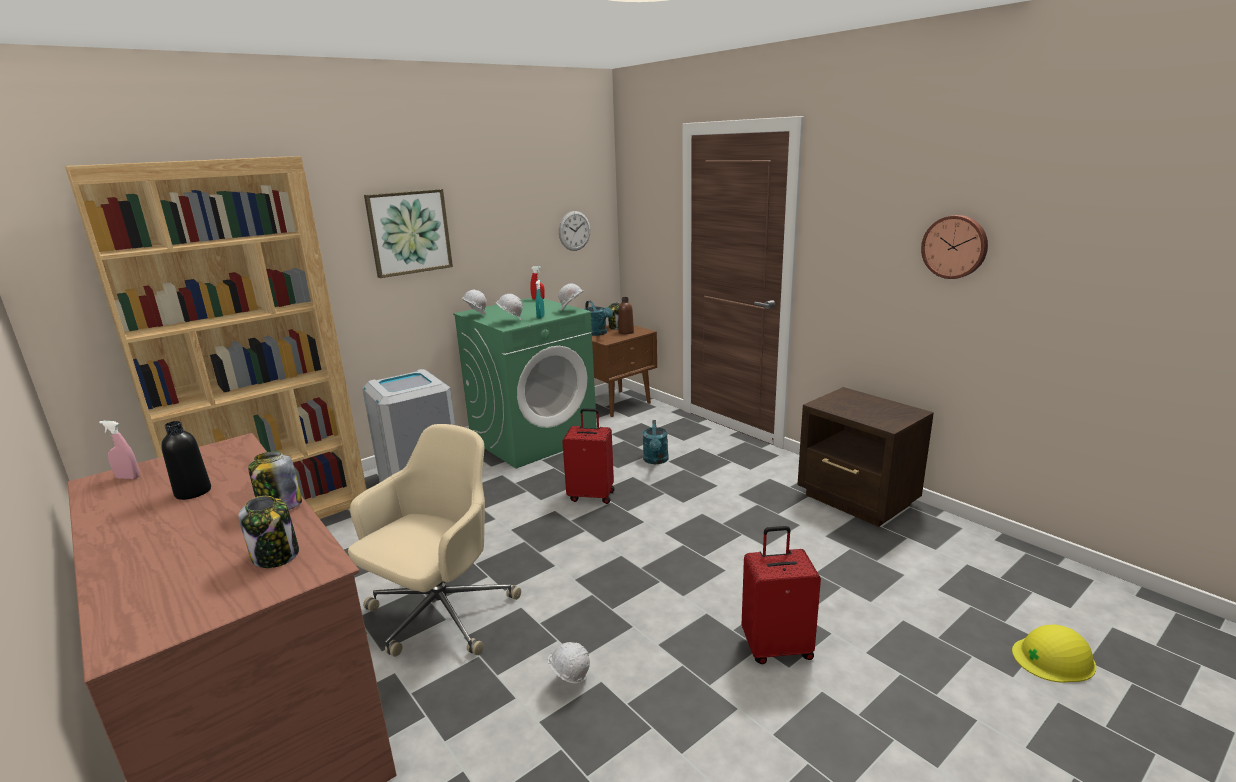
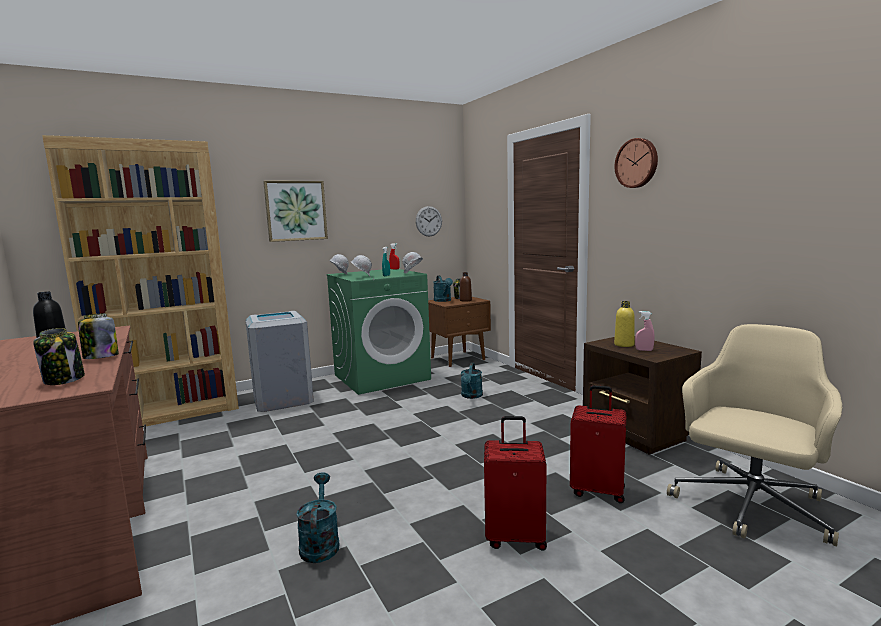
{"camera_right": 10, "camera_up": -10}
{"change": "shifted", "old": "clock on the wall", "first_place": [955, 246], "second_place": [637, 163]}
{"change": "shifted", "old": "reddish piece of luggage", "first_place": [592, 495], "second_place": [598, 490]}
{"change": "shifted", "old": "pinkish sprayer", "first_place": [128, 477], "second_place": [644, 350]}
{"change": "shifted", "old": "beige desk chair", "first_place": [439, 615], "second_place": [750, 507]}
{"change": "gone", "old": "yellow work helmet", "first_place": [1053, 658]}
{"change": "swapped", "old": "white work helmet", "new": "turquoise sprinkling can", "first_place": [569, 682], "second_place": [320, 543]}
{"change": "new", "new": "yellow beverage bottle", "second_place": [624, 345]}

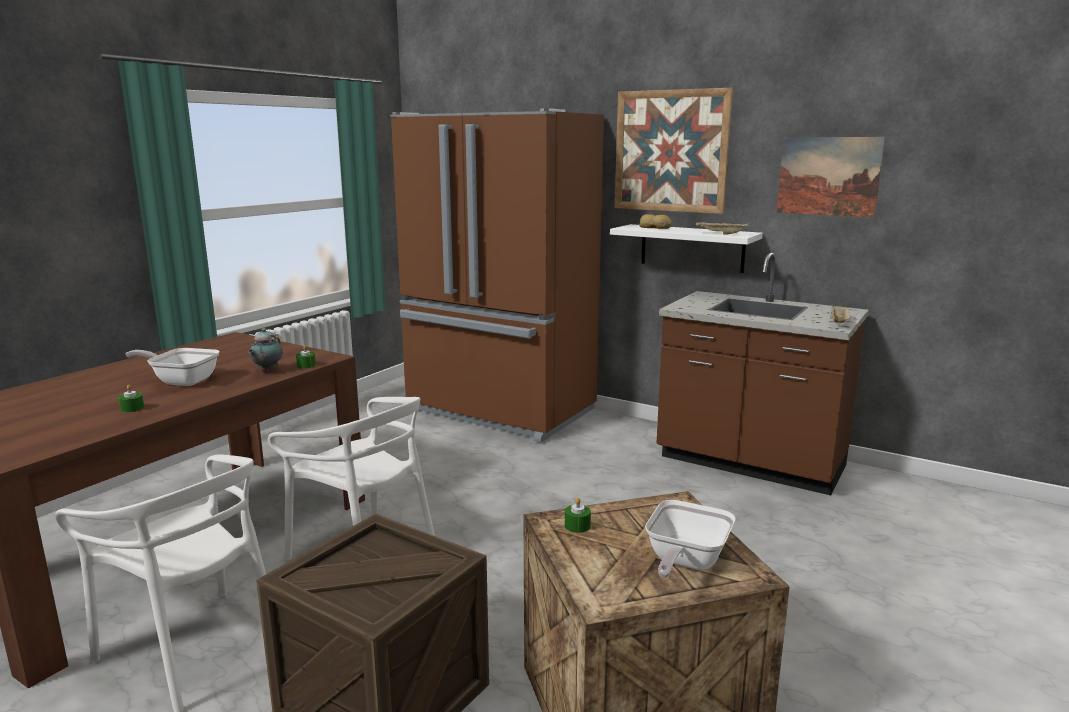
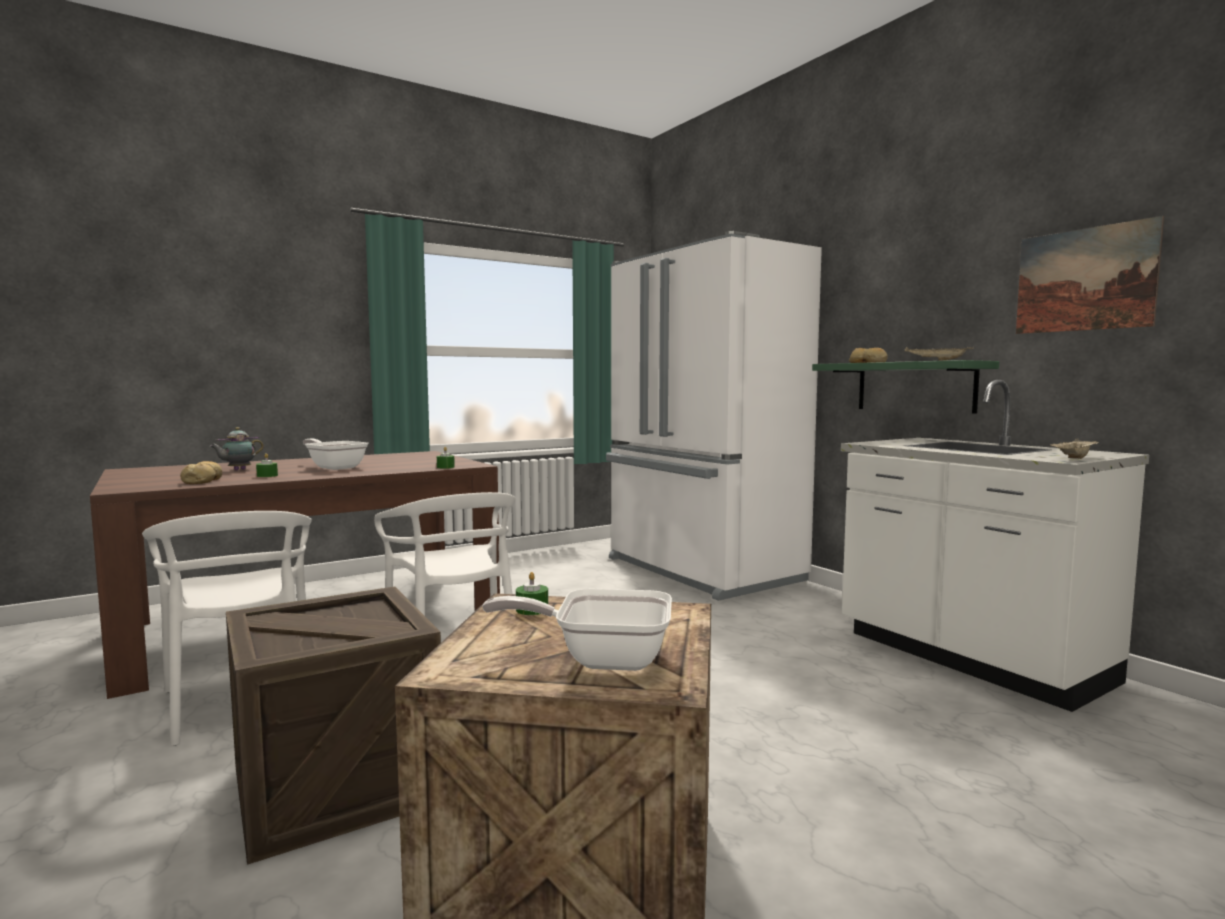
{"camera_right": 25, "camera_up": -10}
{"change": "gone", "old": "wall art", "first_place": [671, 151]}
{"change": "repainted", "old": "brown-coloured fridge", "new": "white fridge", "first_place": [499, 411], "second_place": [701, 570]}
{"change": "repainted", "old": "white wall shelf", "new": "greenish wall shelf", "first_place": [692, 248], "second_place": [915, 387]}
{"change": "repainted", "old": "brown-coloured kitchen counter", "new": "white kitchen counter", "first_place": [749, 464], "second_place": [969, 658]}
{"change": "shifted", "old": "teapot", "first_place": [266, 371], "second_place": [238, 470]}
{"change": "rotated", "old": "pan", "first_place": [684, 562], "second_place": [601, 659], "degrees": 45}
{"change": "new", "new": "bread", "second_place": [203, 481]}

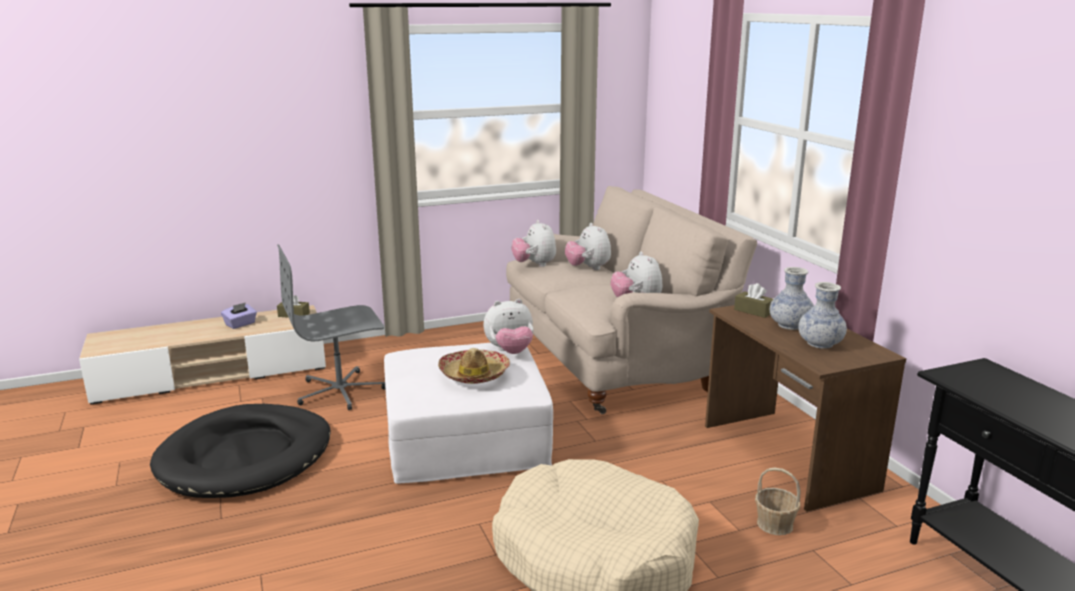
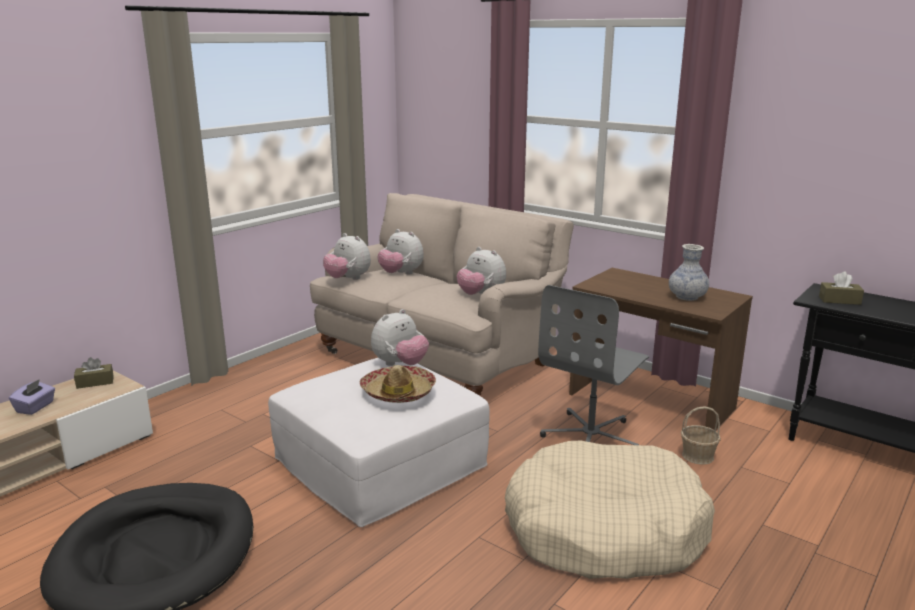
{"camera_right": -30, "camera_up": 0}
{"change": "shifted", "old": "grey desk chair", "first_place": [341, 391], "second_place": [591, 436]}
{"change": "gone", "old": "vase", "first_place": [790, 325]}
{"change": "shifted", "old": "brown-coloured tissue holder", "first_place": [753, 311], "second_place": [839, 300]}

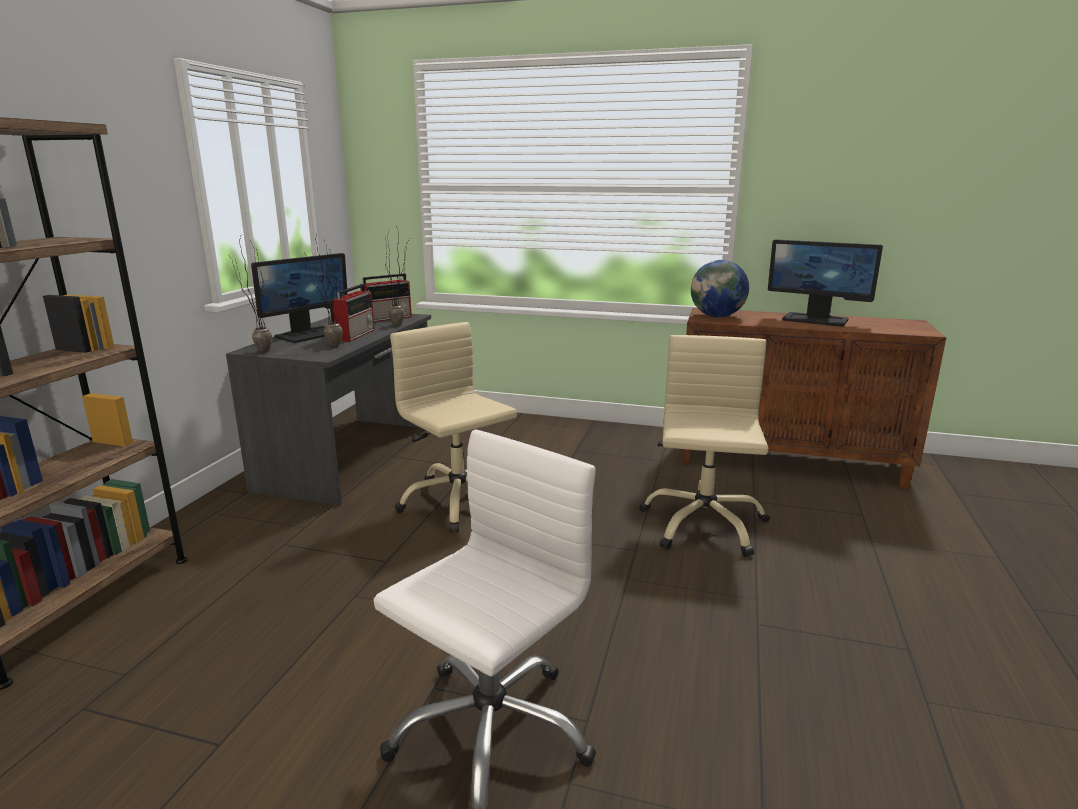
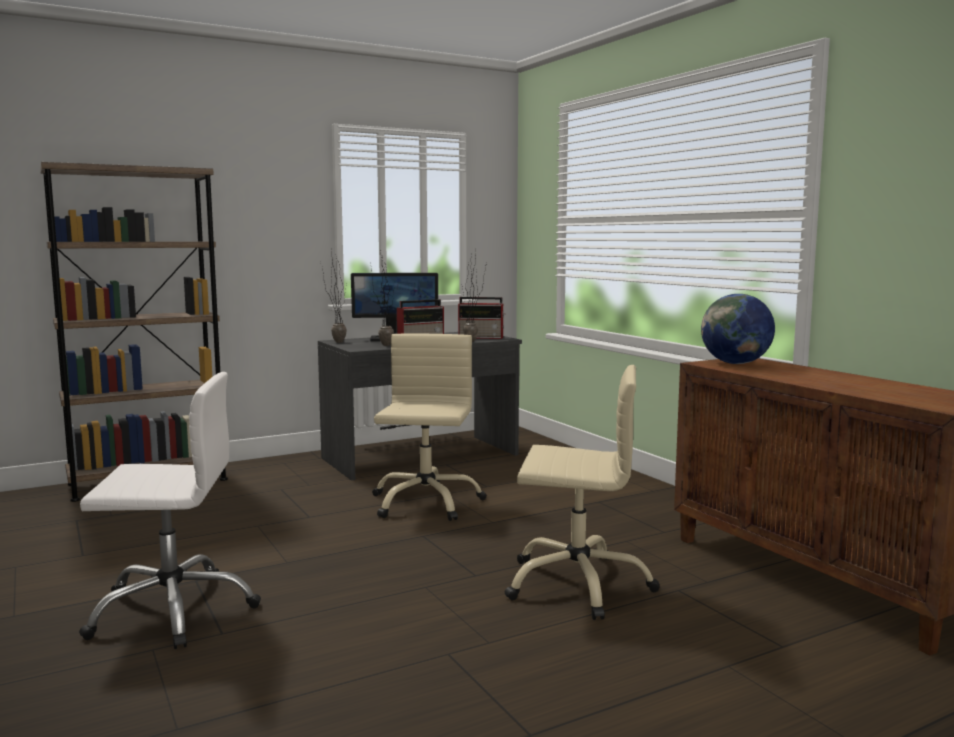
{"camera_right": 45, "camera_up": -10}
{"change": "gone", "old": "computer screen", "first_place": [815, 319]}
{"change": "rotated", "old": "beige desk chair", "first_place": [702, 524], "second_place": [578, 584], "degrees": 45}

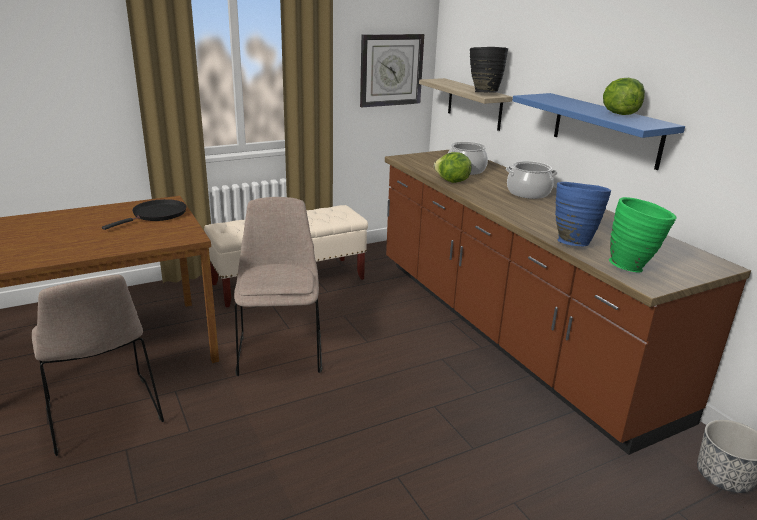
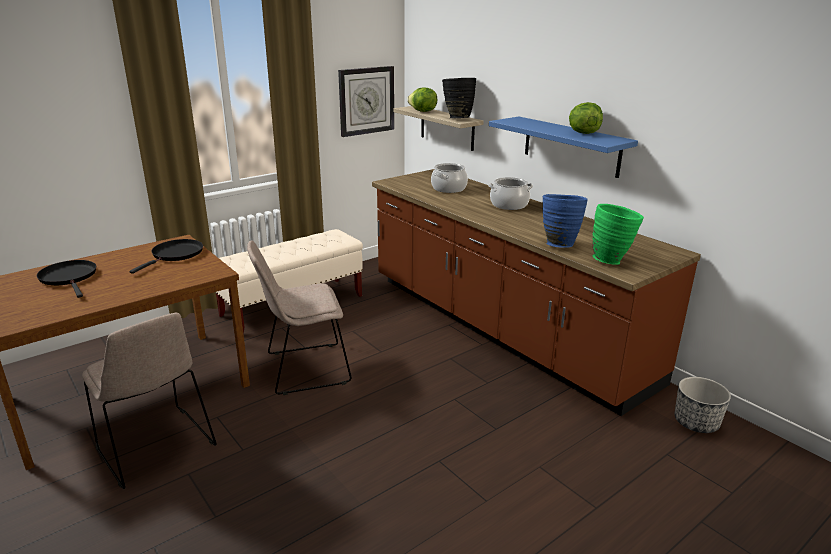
{"camera_right": -10, "camera_up": 0}
{"change": "shifted", "old": "head of lettuce", "first_place": [452, 181], "second_place": [422, 111]}
{"change": "rotated", "old": "beige chair", "first_place": [280, 351], "second_place": [304, 369], "degrees": -90}
{"change": "new", "new": "black-coloured pan", "second_place": [69, 277]}

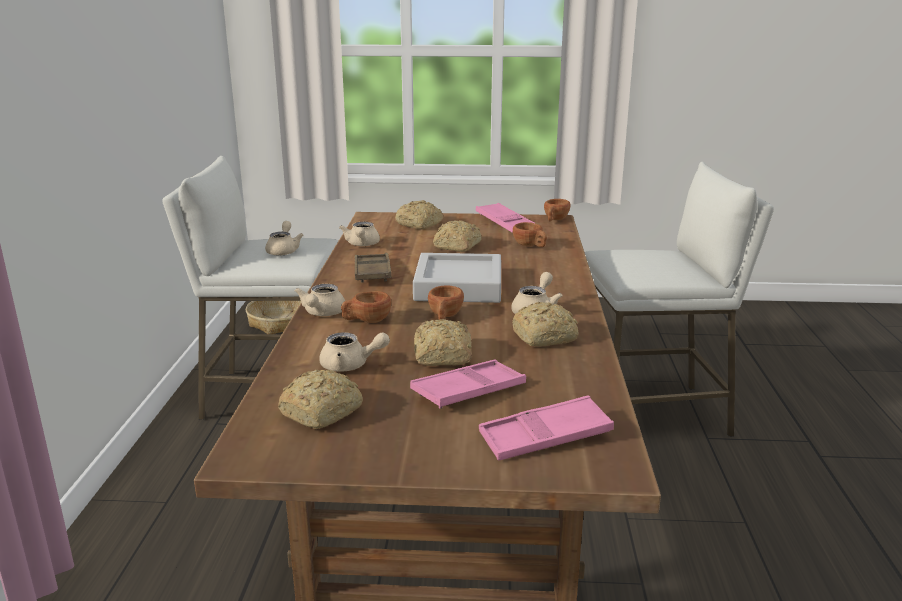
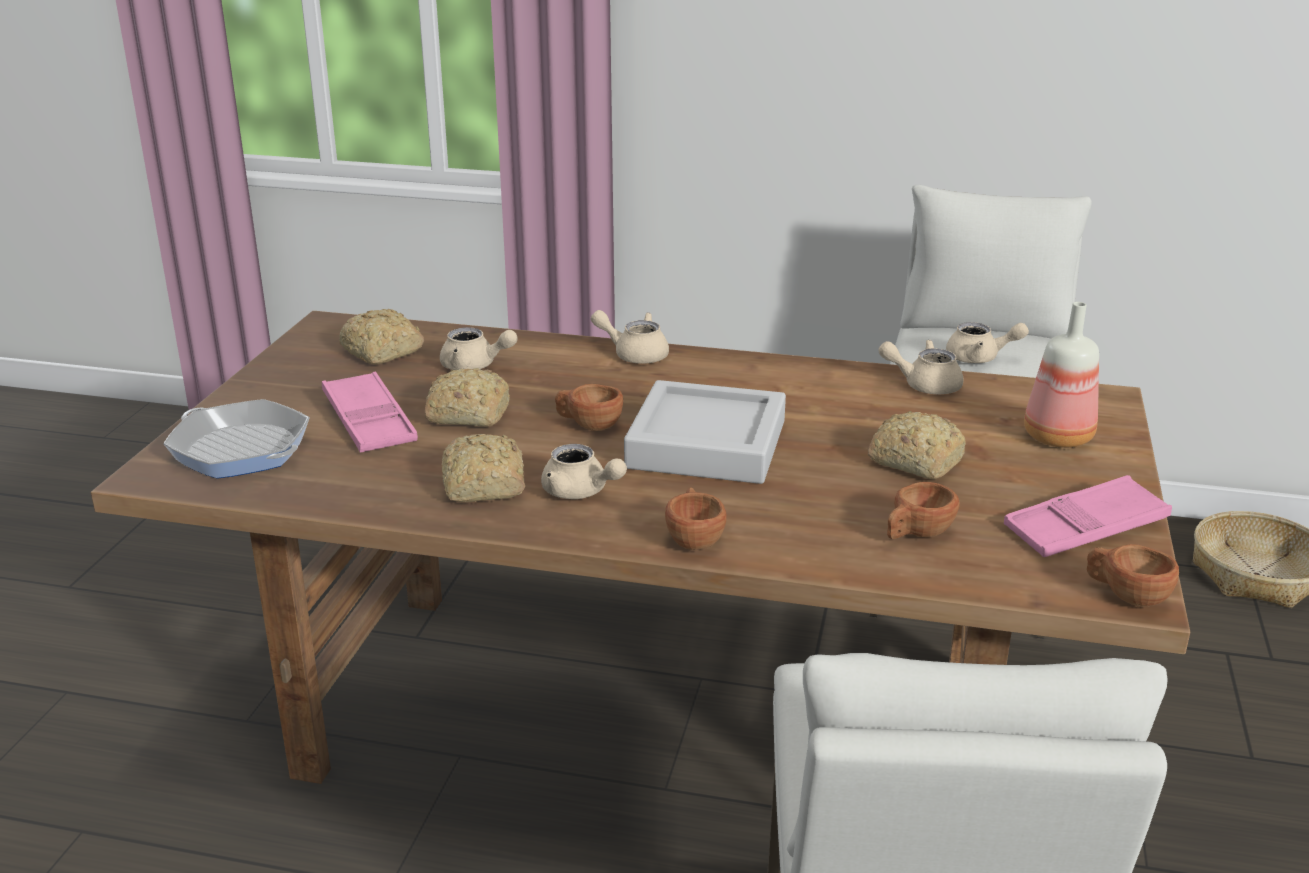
{"camera_right": 100, "camera_up": 5}
{"change": "swapped", "old": "bread", "new": "beverage bottle", "first_place": [419, 224], "second_place": [1055, 437]}
{"change": "gone", "old": "brown-coloured serving tray", "first_place": [372, 272]}
{"change": "shifted", "old": "brown-coloured cup", "first_place": [366, 321], "second_place": [694, 538]}
{"change": "rotated", "old": "beige teapot", "first_place": [350, 365], "second_place": [475, 366], "degrees": -90}
{"change": "swapped", "old": "pinkish serving tray", "new": "pan", "first_place": [545, 437], "second_place": [241, 449]}

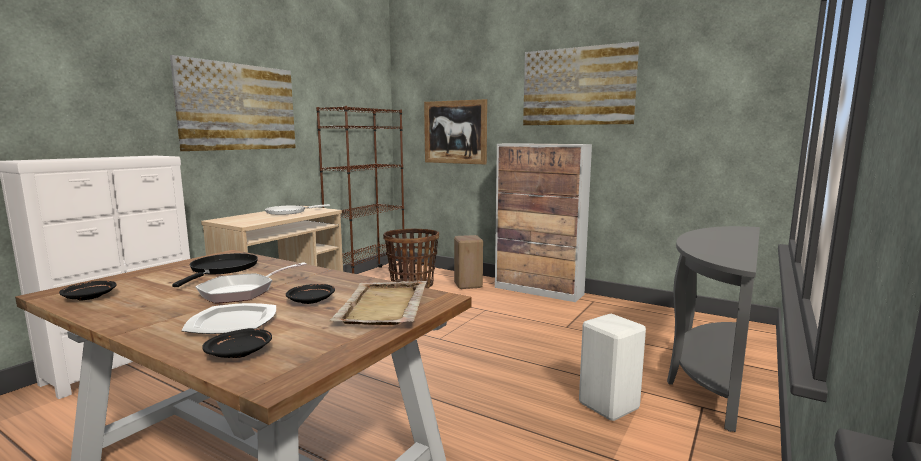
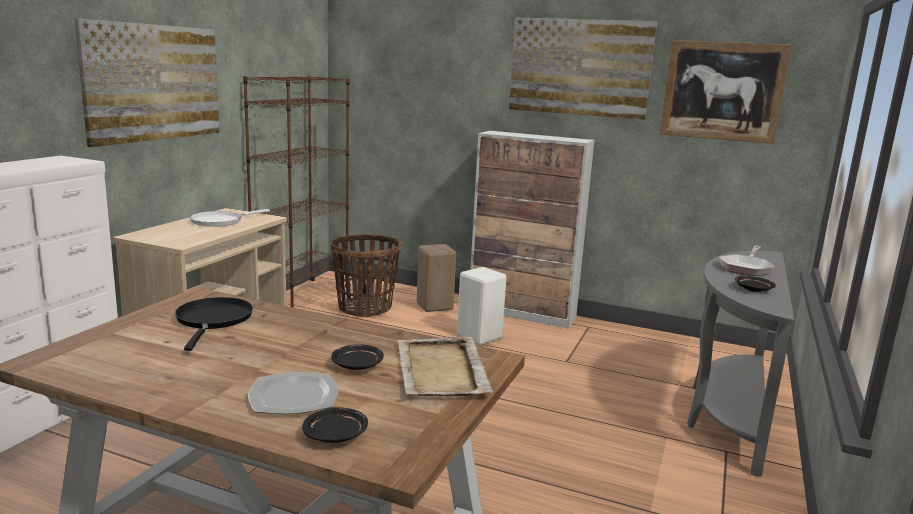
{"camera_right": -10, "camera_up": 5}
{"change": "shifted", "old": "wall art", "first_place": [455, 132], "second_place": [722, 91]}
{"change": "shifted", "old": "pan", "first_place": [242, 292], "second_place": [746, 268]}
{"change": "shifted", "old": "black-coloured plate", "first_place": [89, 297], "second_place": [753, 289]}
{"change": "shifted", "old": "white stool", "first_place": [609, 407], "second_place": [479, 337]}

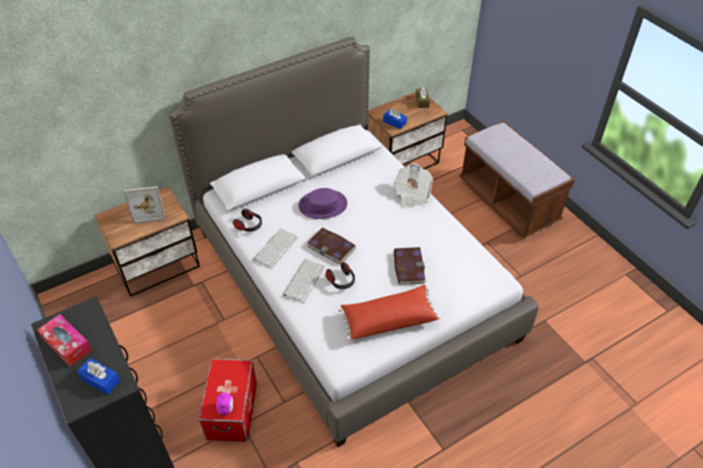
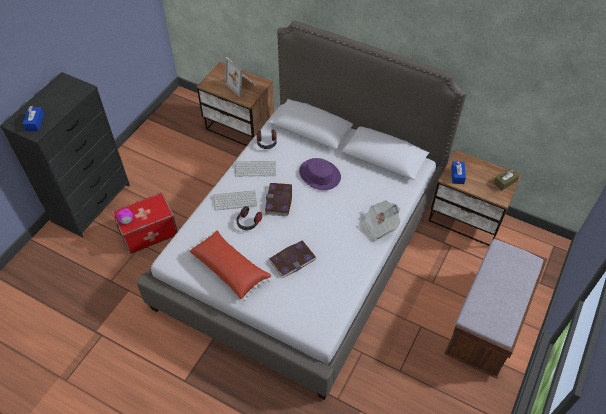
{"camera_right": 60, "camera_up": 5}
{"change": "gone", "old": "tissue holder", "first_place": [67, 344]}

